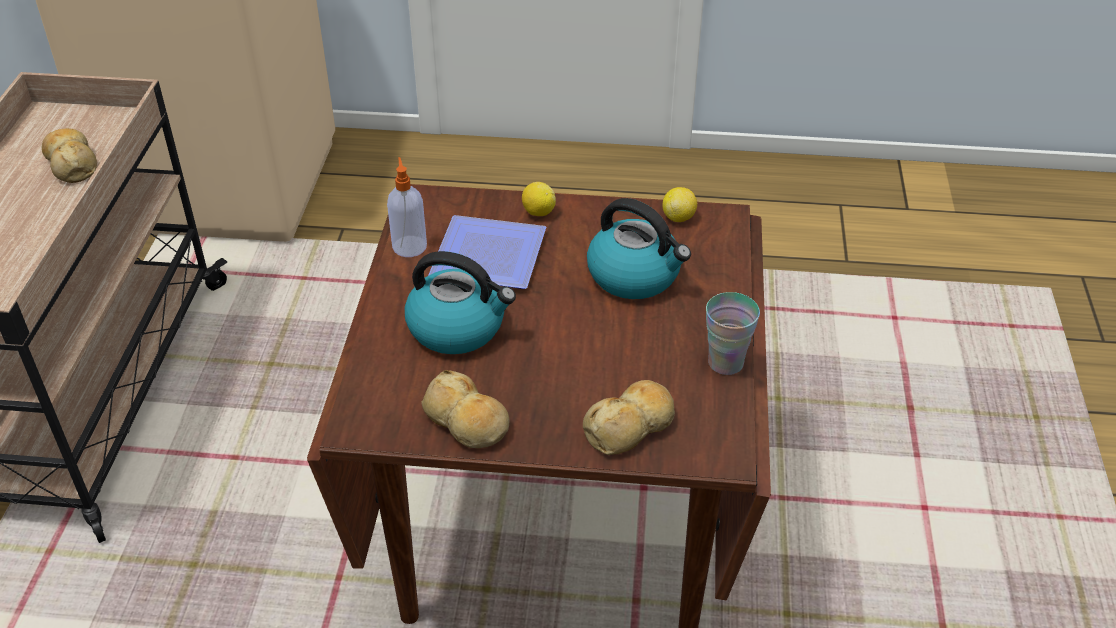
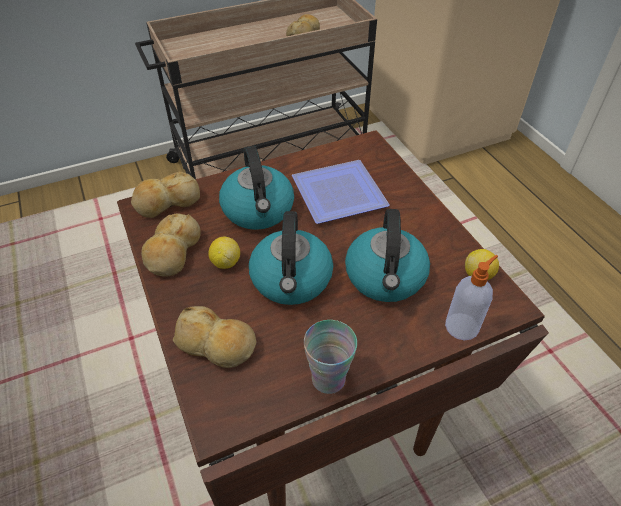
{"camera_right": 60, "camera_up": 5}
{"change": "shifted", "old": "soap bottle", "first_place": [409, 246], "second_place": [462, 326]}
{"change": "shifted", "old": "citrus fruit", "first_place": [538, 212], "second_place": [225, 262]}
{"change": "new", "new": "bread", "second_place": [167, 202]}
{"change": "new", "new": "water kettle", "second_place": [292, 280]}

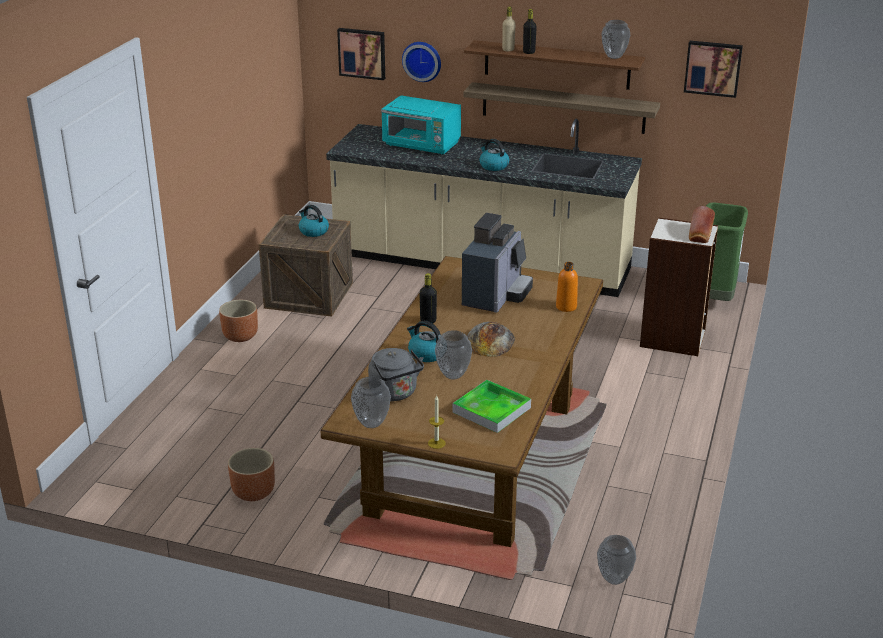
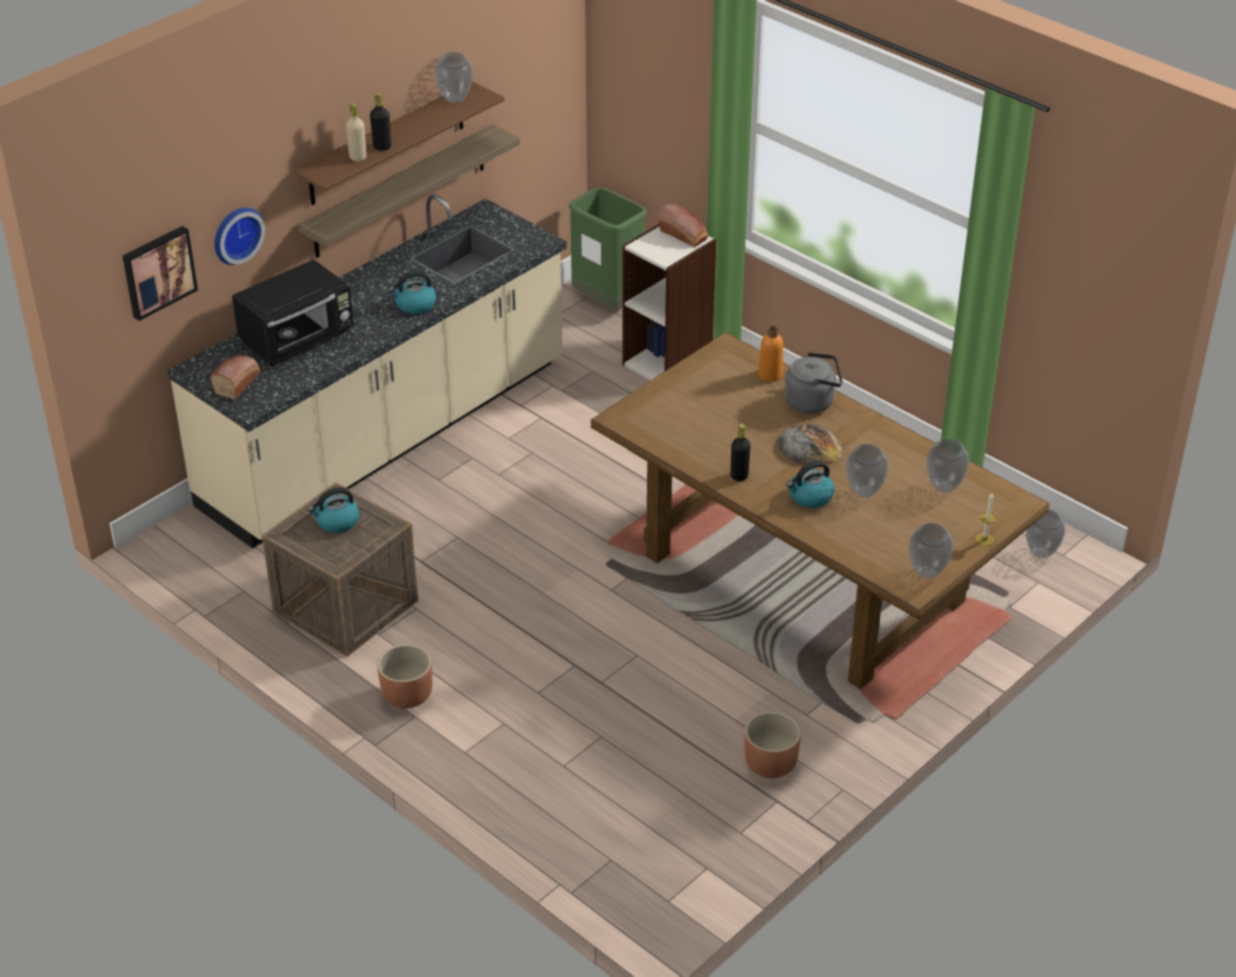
{"camera_right": -65, "camera_up": 10}
{"change": "gone", "old": "wall art", "first_place": [713, 68]}
{"change": "repainted", "old": "turquoise microwave oven", "new": "black-coloured microwave oven", "first_place": [422, 145], "second_place": [298, 339]}
{"change": "gone", "old": "coffee maker", "first_place": [496, 296]}
{"change": "shifted", "old": "grey water kettle", "first_place": [395, 393], "second_place": [812, 402]}
{"change": "swapped", "old": "serving tray", "new": "vase", "first_place": [491, 410], "second_place": [943, 487]}
{"change": "new", "new": "bread", "second_place": [238, 383]}

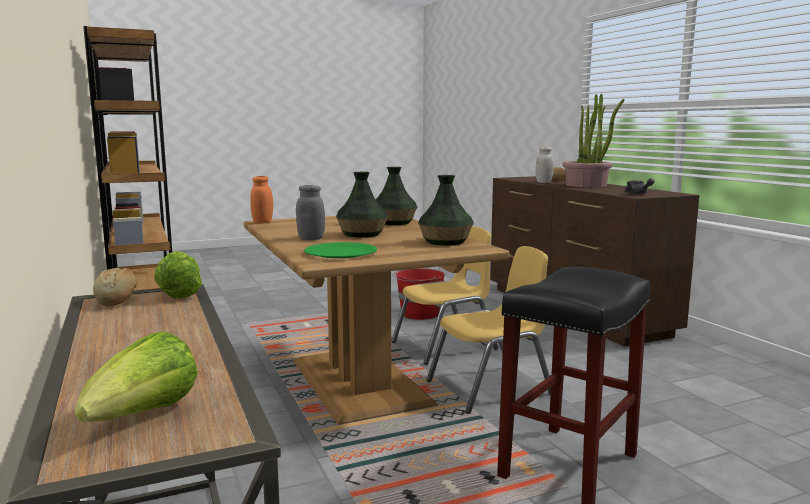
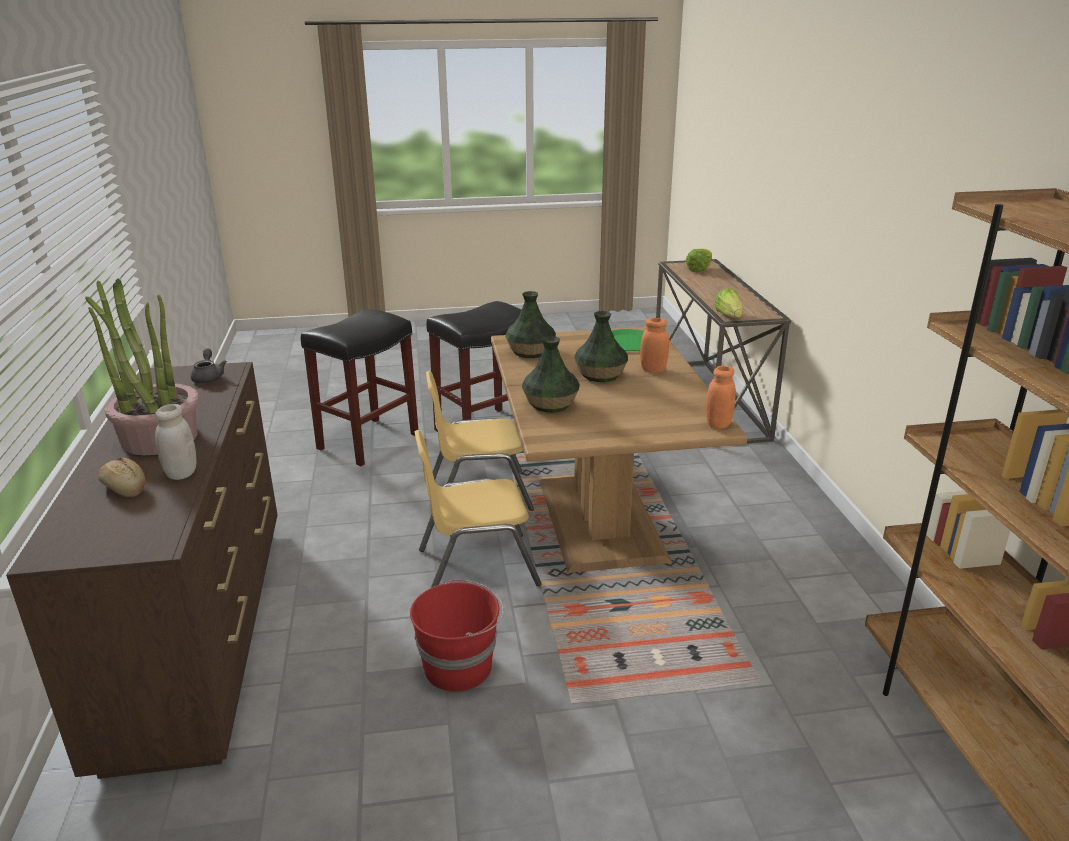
{"camera_right": -165, "camera_up": 15}
{"change": "repainted", "old": "grey preserve jar", "new": "orange preserve jar", "first_place": [311, 239], "second_place": [653, 369]}
{"change": "gone", "old": "bread", "first_place": [117, 300]}
{"change": "new", "new": "black-coloured stool", "second_place": [368, 440]}

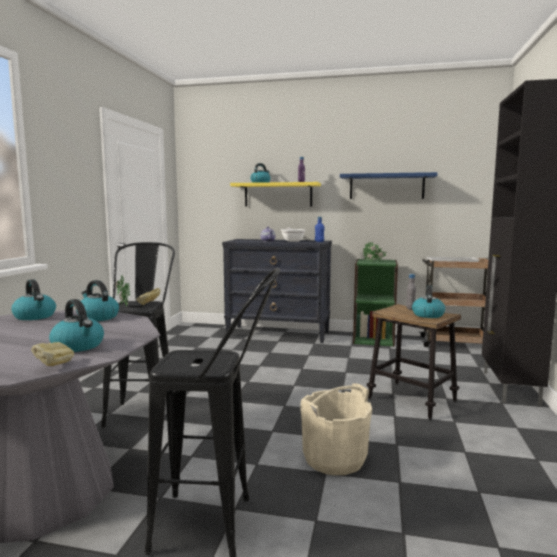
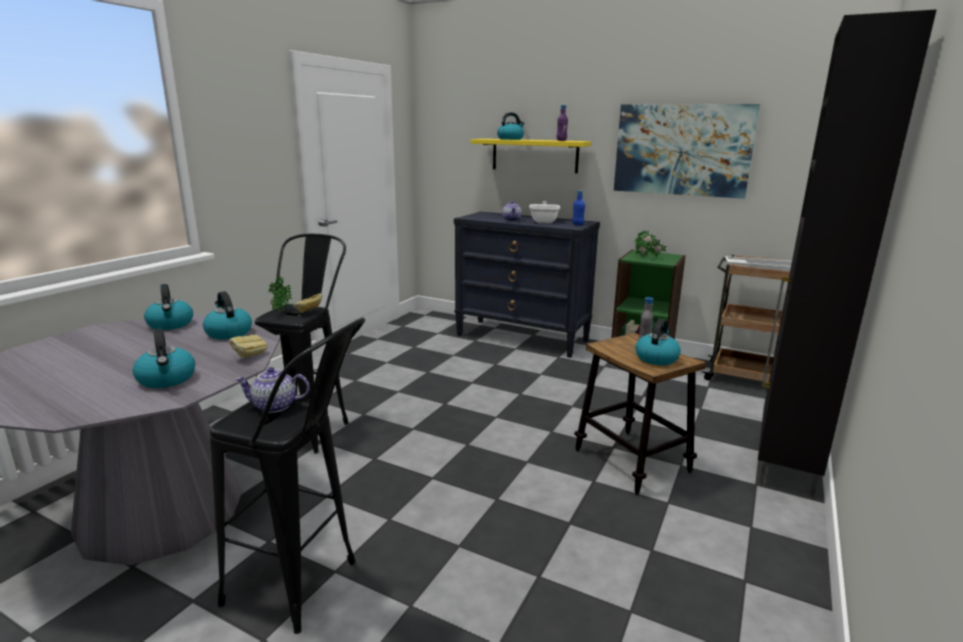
{"camera_right": 15, "camera_up": 10}
{"change": "swapped", "old": "bluish wall shelf", "new": "wall art", "first_place": [386, 186], "second_place": [682, 150]}
{"change": "shifted", "old": "bread", "first_place": [54, 366], "second_place": [249, 356]}
{"change": "gone", "old": "beige water bucket", "first_place": [334, 458]}
{"change": "new", "new": "teapot", "second_place": [274, 406]}

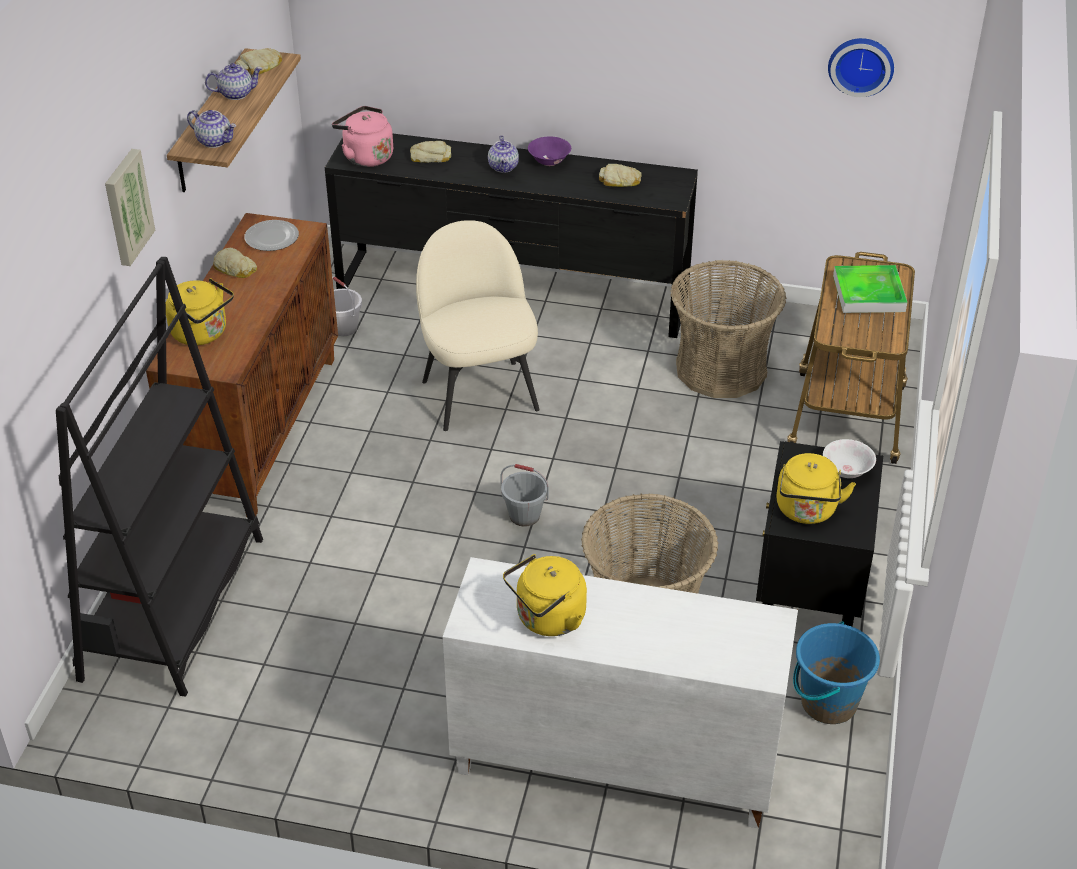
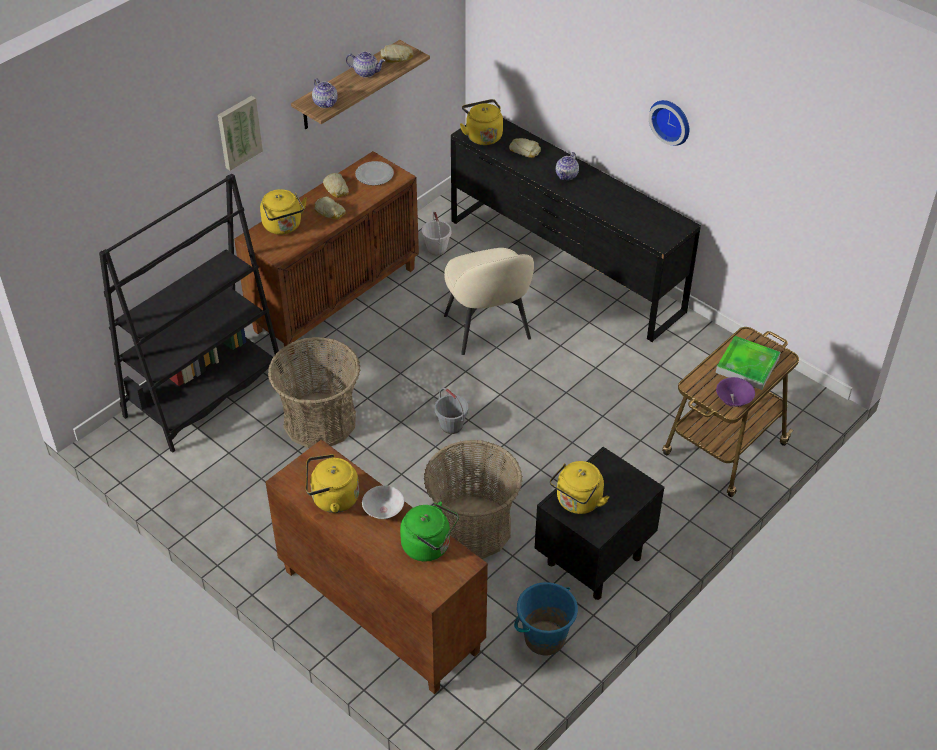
{"camera_right": 30, "camera_up": 5}
{"change": "shifted", "old": "clock on the wall", "first_place": [861, 65], "second_place": [672, 120]}
{"change": "repainted", "old": "pinkish water kettle", "new": "yellow water kettle", "first_place": [365, 156], "second_place": [482, 135]}
{"change": "shifted", "old": "purplish bowl", "first_place": [549, 161], "second_place": [733, 400]}
{"change": "shifted", "old": "bread", "first_place": [620, 181], "second_place": [329, 212]}
{"change": "rotated", "old": "beige chair", "first_place": [479, 393], "second_place": [488, 329], "degrees": 150}
{"change": "shifted", "old": "basket", "first_place": [720, 369], "second_place": [319, 421]}
{"change": "shifted", "old": "white bowl", "first_place": [846, 471], "second_place": [383, 511]}
{"change": "repainted", "old": "white cabinet", "new": "brown-coloured cabinet", "first_place": [612, 765], "second_place": [378, 611]}
{"change": "new", "new": "greenish water kettle", "second_place": [429, 546]}

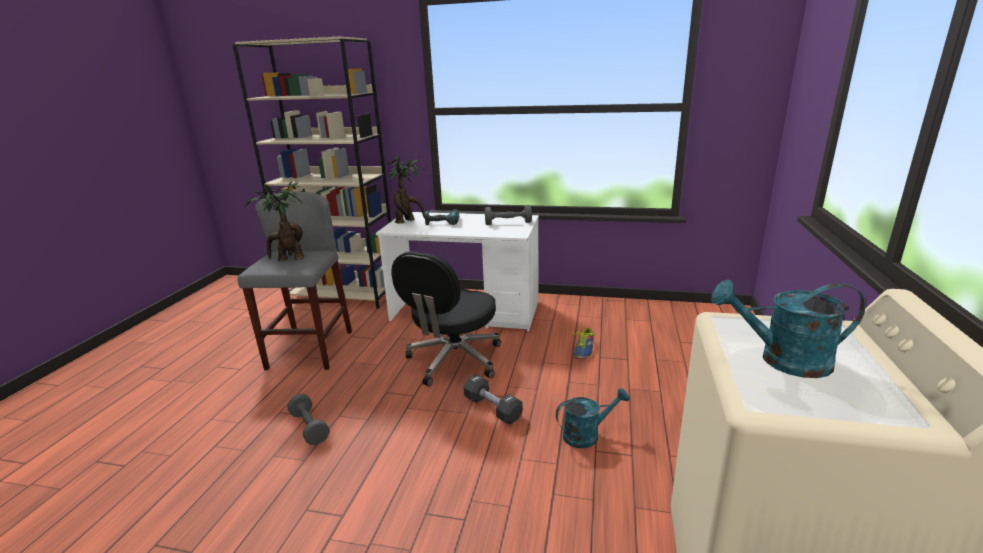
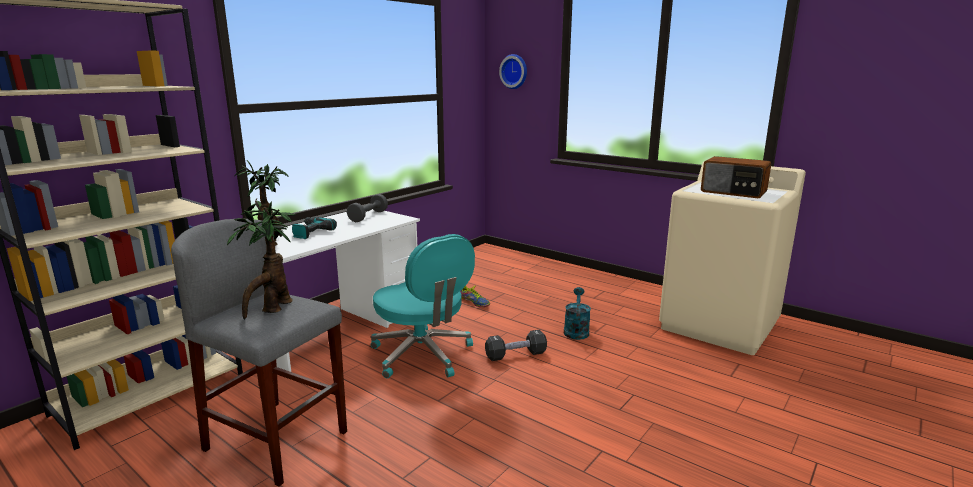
{"camera_right": -65, "camera_up": -5}
{"change": "repainted", "old": "black-coloured desk chair", "new": "turquoise desk chair", "first_place": [453, 360], "second_place": [423, 355]}
{"change": "swapped", "old": "turquoise sprinkling can", "new": "radio", "first_place": [782, 360], "second_place": [733, 192]}
{"change": "gone", "old": "grey dumbbell", "first_place": [309, 428]}
{"change": "new", "new": "clock on the wall", "second_place": [514, 71]}

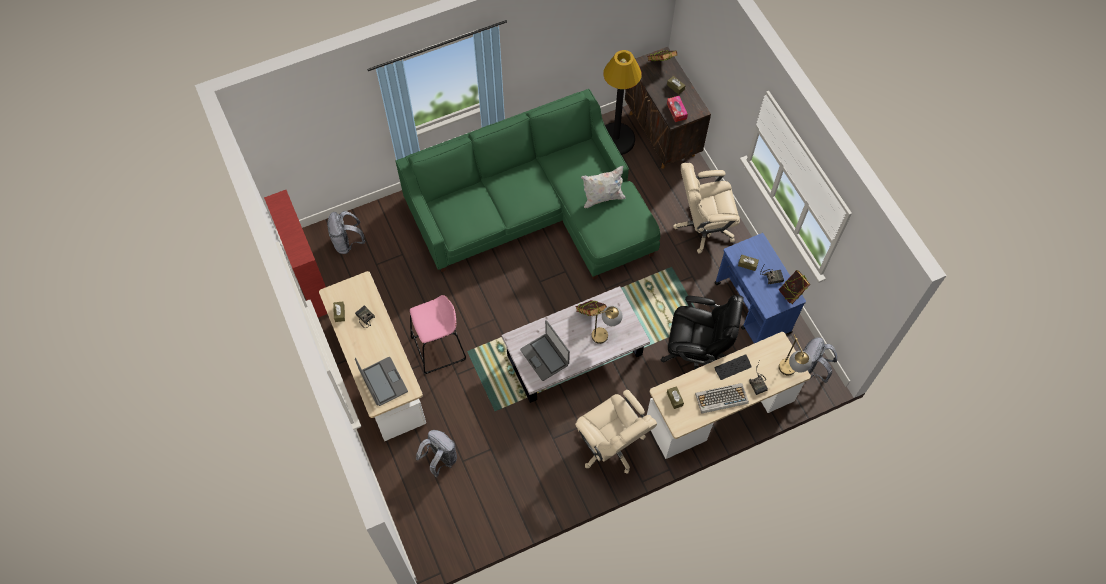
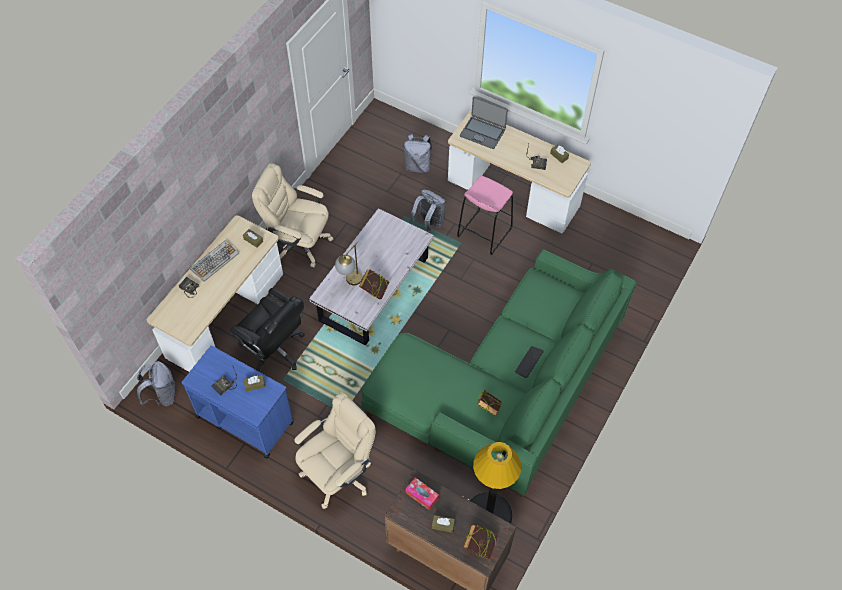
{"camera_right": 145, "camera_up": -5}
{"change": "gone", "old": "white cushion", "first_place": [602, 198]}
{"change": "gone", "old": "reddish bookcase", "first_place": [310, 280]}
{"change": "shifted", "old": "grey rucksack", "first_place": [348, 243], "second_place": [429, 223]}
{"change": "shifted", "old": "bound book", "first_place": [791, 293], "second_place": [488, 409]}
{"change": "rotated", "old": "black-coloured desk chair", "first_place": [695, 352], "second_place": [274, 350], "degrees": -120}
{"change": "gone", "old": "portable computer", "first_place": [545, 357]}
{"change": "gone", "old": "tabletop lamp", "first_place": [790, 373]}
{"change": "shifted", "old": "keyboard", "first_place": [732, 367], "second_place": [529, 362]}

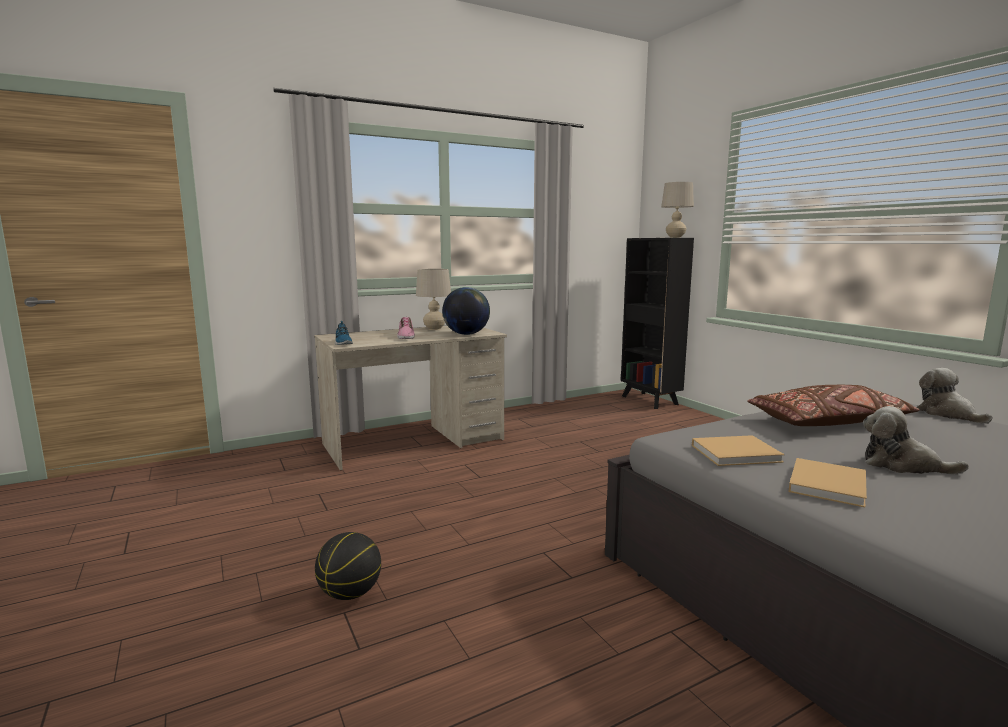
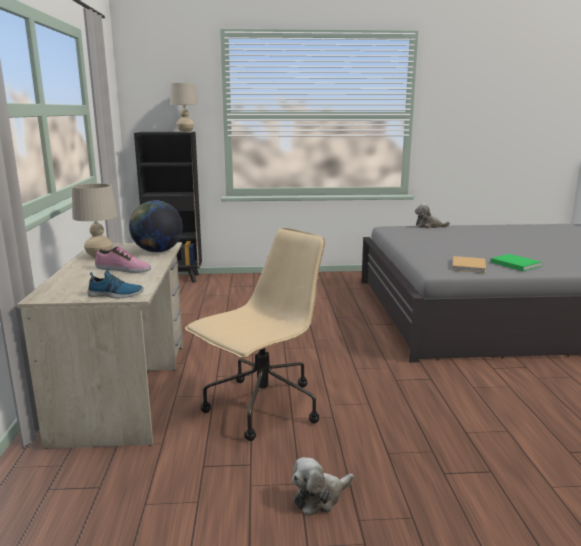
{"camera_right": -65, "camera_up": 5}
{"change": "gone", "old": "brown-coloured cushion", "first_place": [829, 422]}
{"change": "shifted", "old": "plush toy", "first_place": [902, 465], "second_place": [320, 497]}
{"change": "repainted", "old": "beige bound book", "new": "greenish bound book", "first_place": [827, 484], "second_place": [514, 264]}
{"change": "gone", "old": "basketball", "first_place": [350, 593]}
{"change": "new", "new": "beige desk chair", "second_place": [262, 408]}

